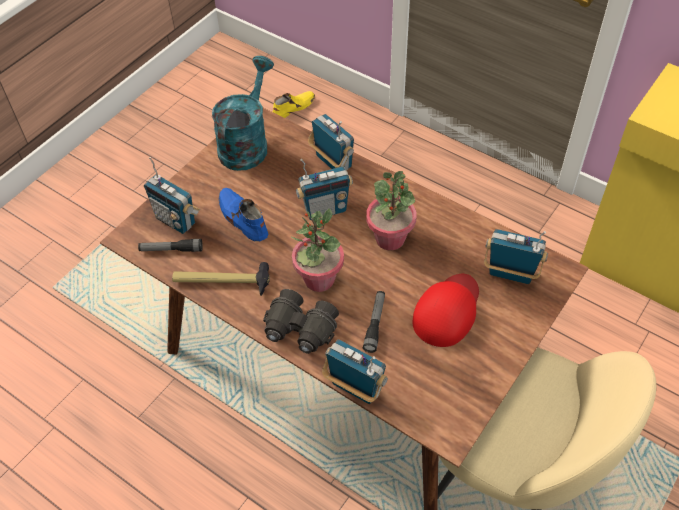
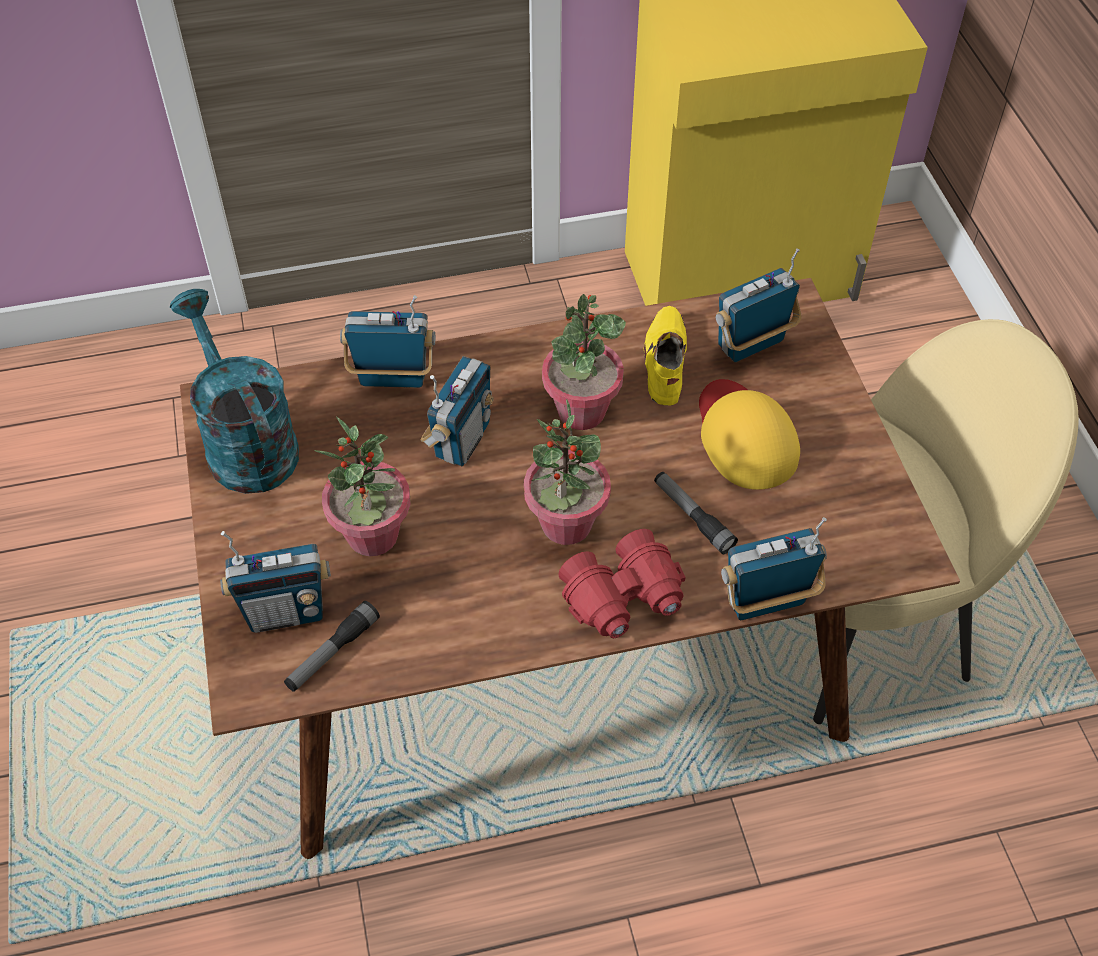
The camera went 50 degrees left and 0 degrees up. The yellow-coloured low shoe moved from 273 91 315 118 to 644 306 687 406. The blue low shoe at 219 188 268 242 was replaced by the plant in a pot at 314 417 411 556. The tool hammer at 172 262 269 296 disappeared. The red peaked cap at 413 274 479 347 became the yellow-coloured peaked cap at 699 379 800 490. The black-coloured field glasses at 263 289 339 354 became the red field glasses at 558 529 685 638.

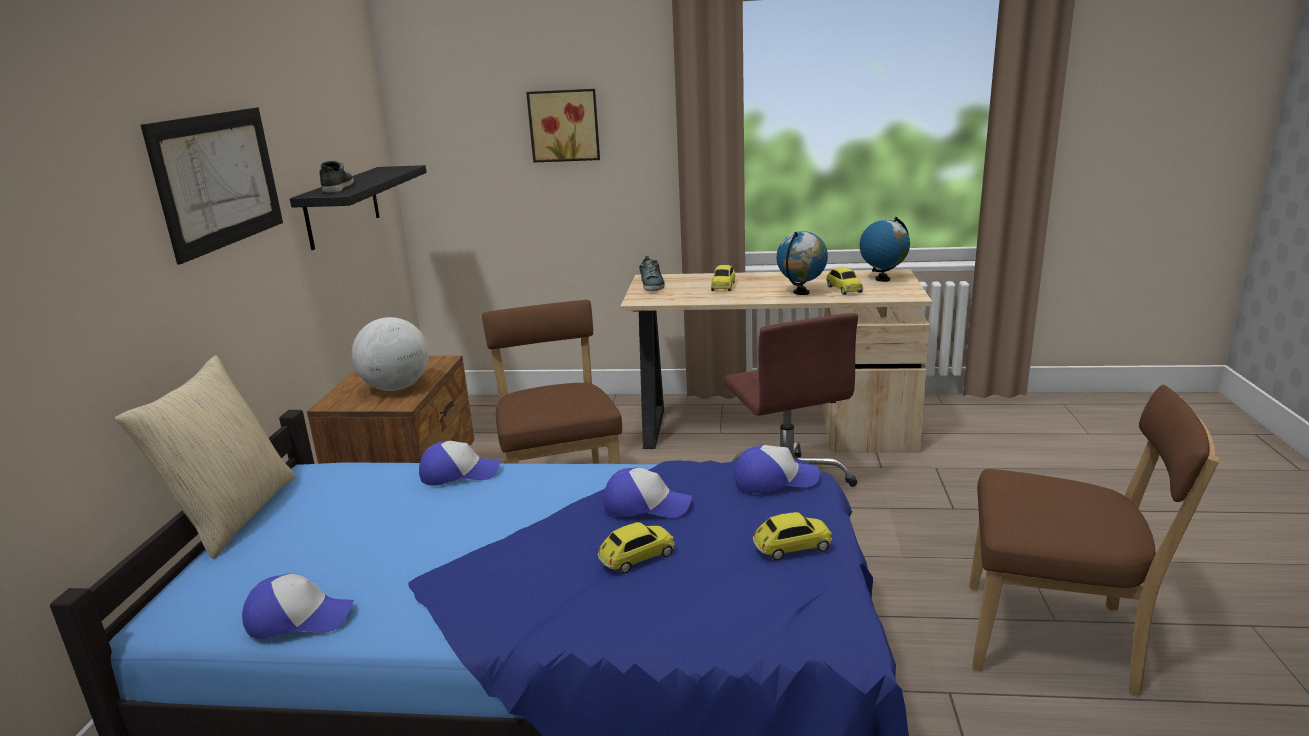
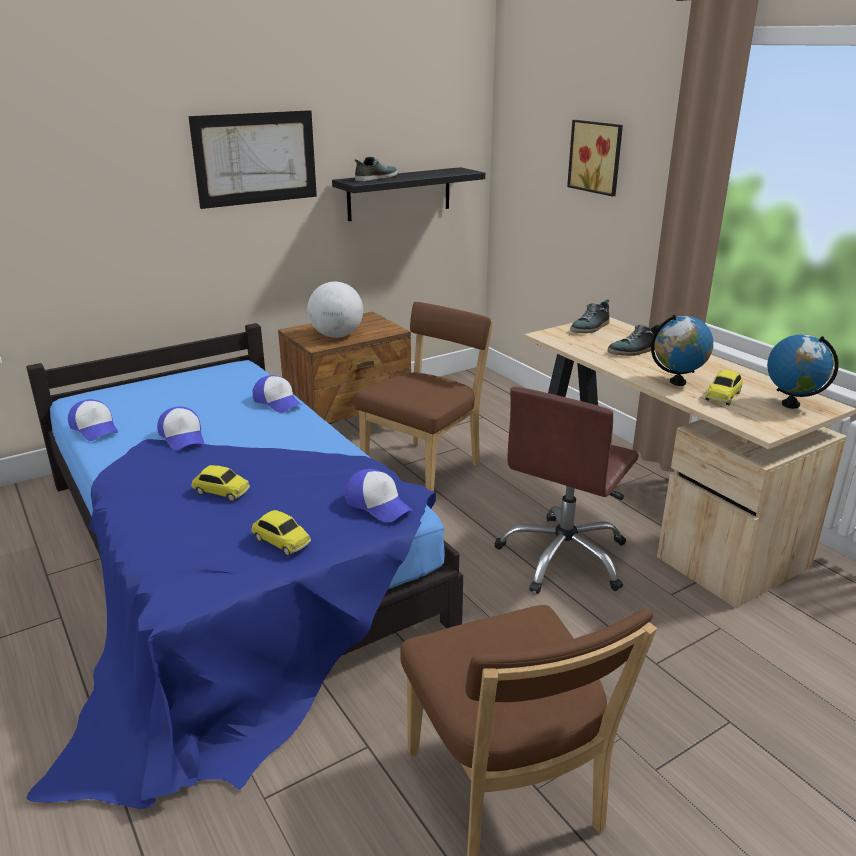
The camera went 50 degrees right and 5 degrees up. The toy car at 711 265 735 291 was replaced by the low shoe at 608 323 662 356. The beige-coloured throw pillow at 115 356 295 559 disappeared. The peaked cap moved from 603 467 692 518 to 157 406 204 451.

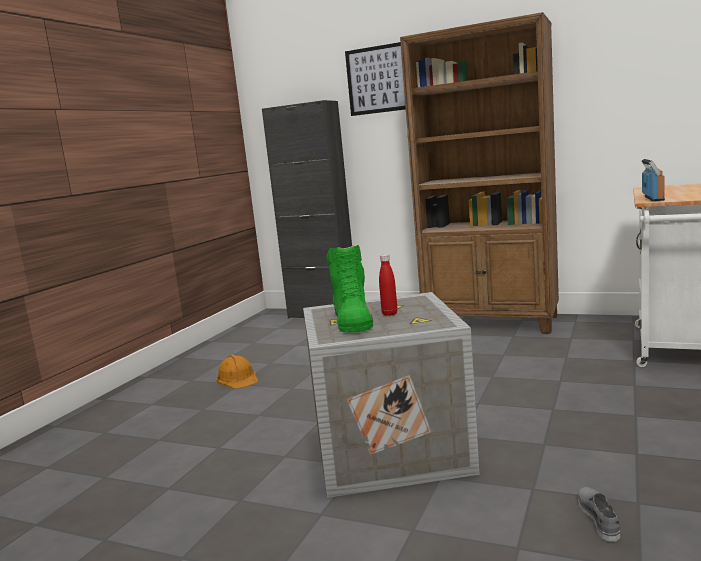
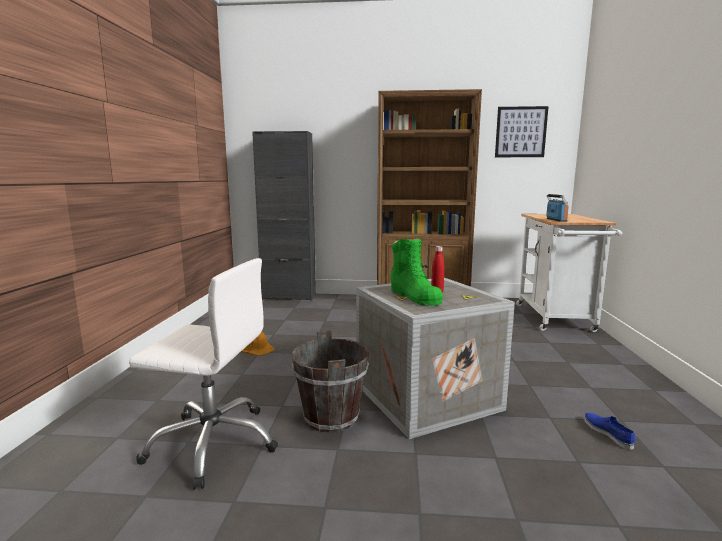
The camera went 20 degrees left and 0 degrees up. The wall art moved from 345 42 406 116 to 495 106 549 157. The gray low shoe at 578 487 620 542 became the blue low shoe at 584 413 636 450. The white desk chair at 129 258 278 489 appeared. The brown-coloured pail at 291 330 369 433 appeared.

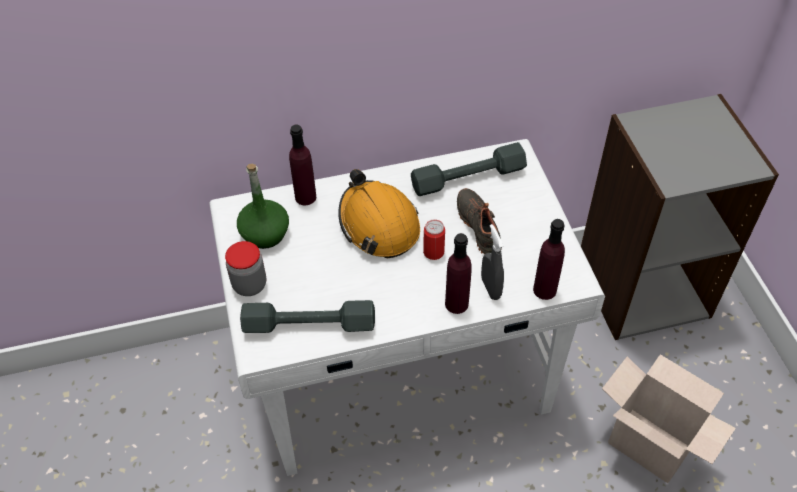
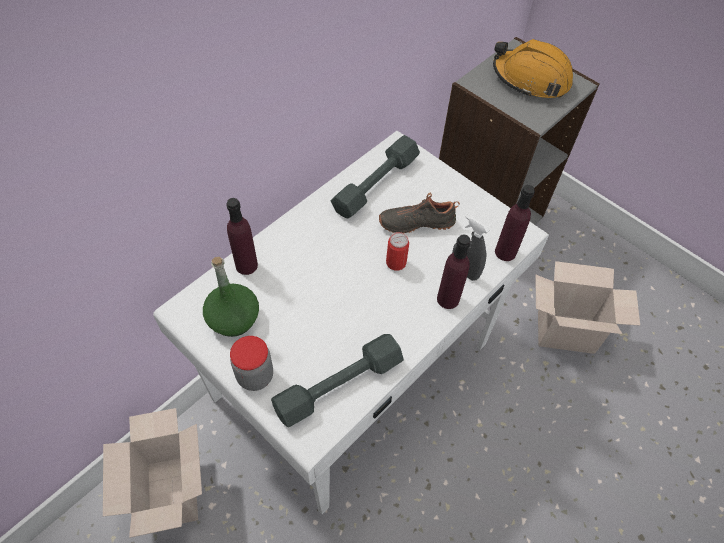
The camera went 35 degrees left and 5 degrees up. The orange work helmet moved from 338 169 420 258 to 493 39 573 98. The black-coloured low shoe at 457 188 502 255 turned 45 degrees counterclockwise. The cardboard box at 103 408 202 538 appeared.

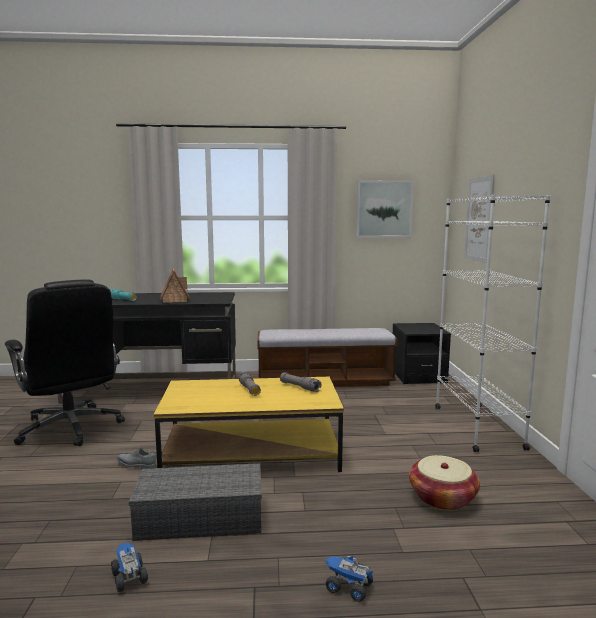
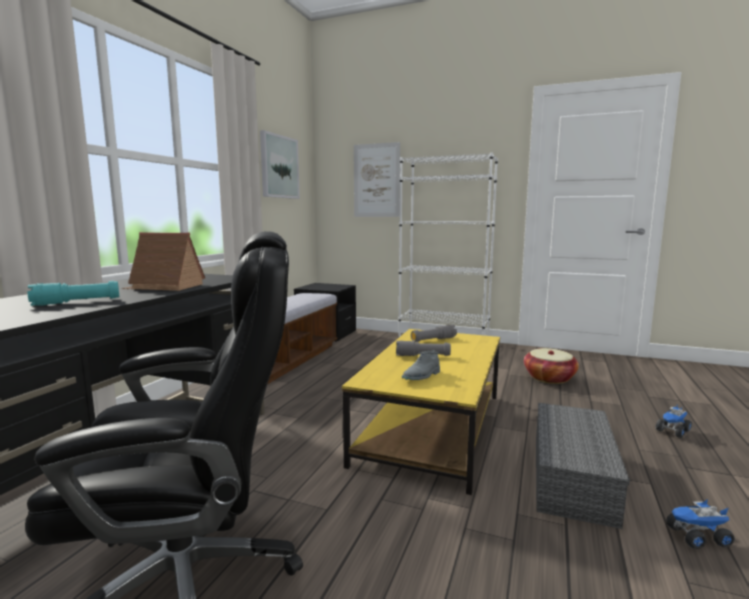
The camera went 65 degrees left and 0 degrees up. The gray low shoe moved from 117 447 156 469 to 402 350 440 380.

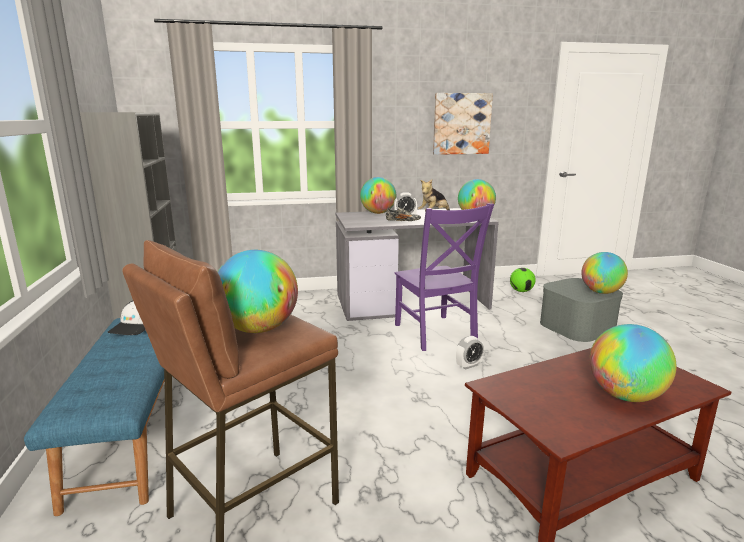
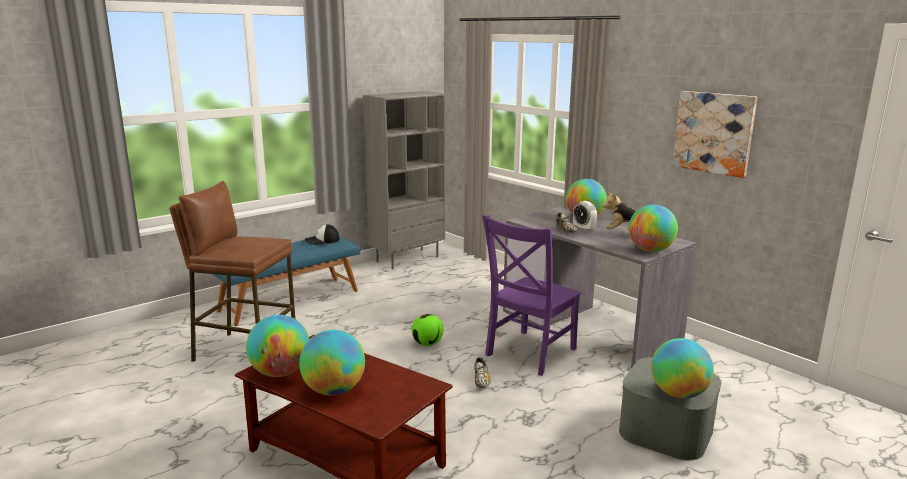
The camera went 60 degrees right and 0 degrees up. The desk globe moved from 217 250 298 333 to 246 315 309 377. The ball for football moved from 510 268 536 292 to 412 314 444 346. The alarm clock at 456 336 484 370 was replaced by the low shoe at 474 357 491 388.

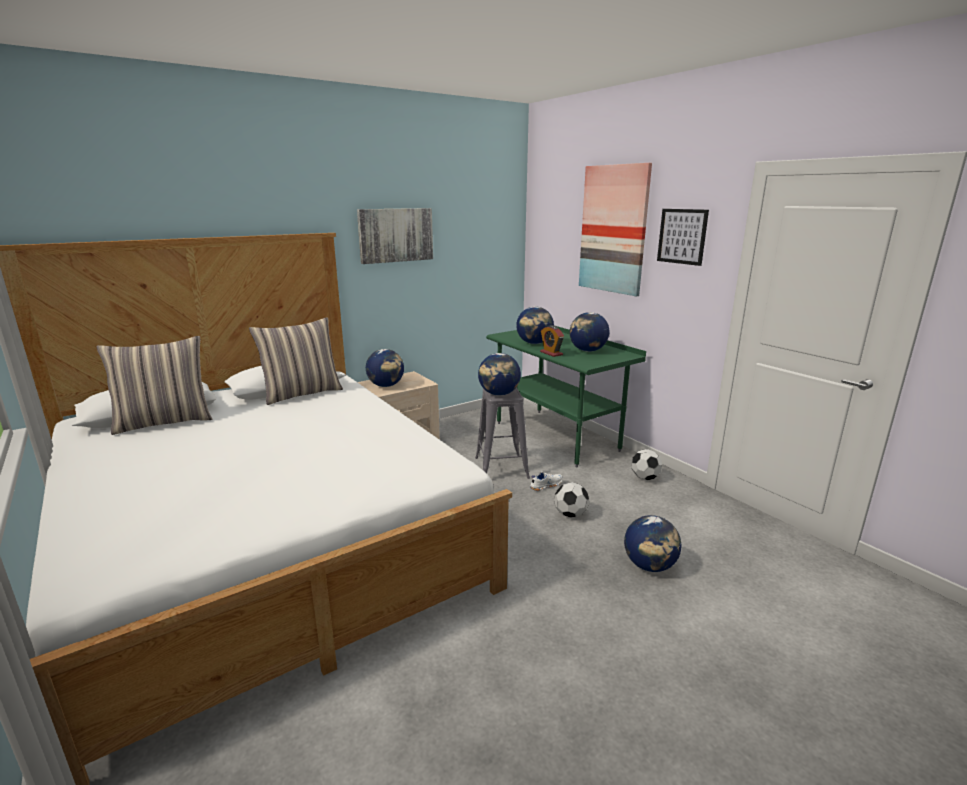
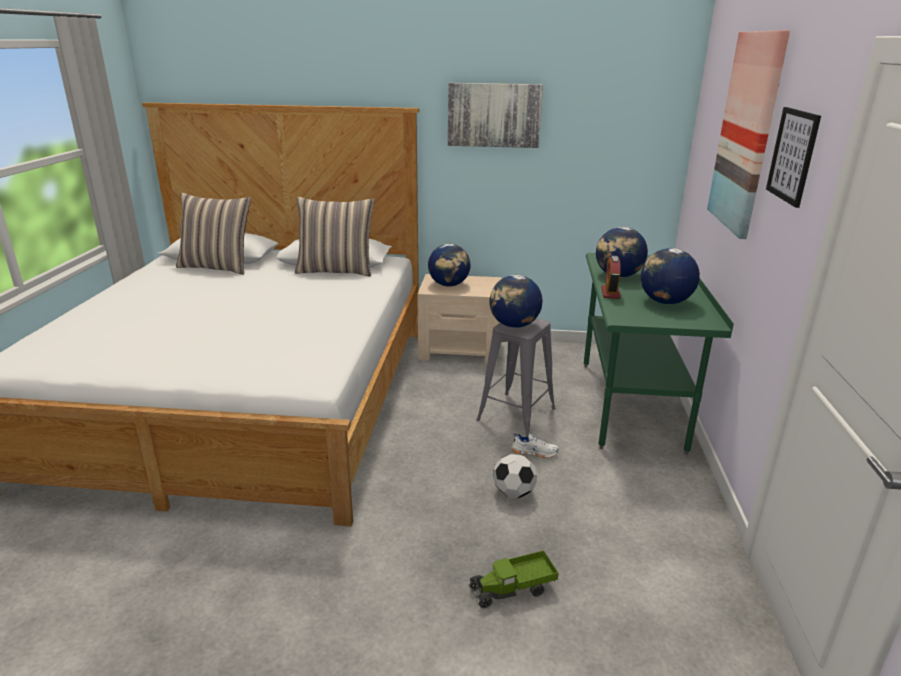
The camera went 40 degrees right and 5 degrees up. The ball for football at 631 449 662 480 disappeared. The desk globe at 624 515 682 572 was replaced by the model truck at 469 550 559 608.

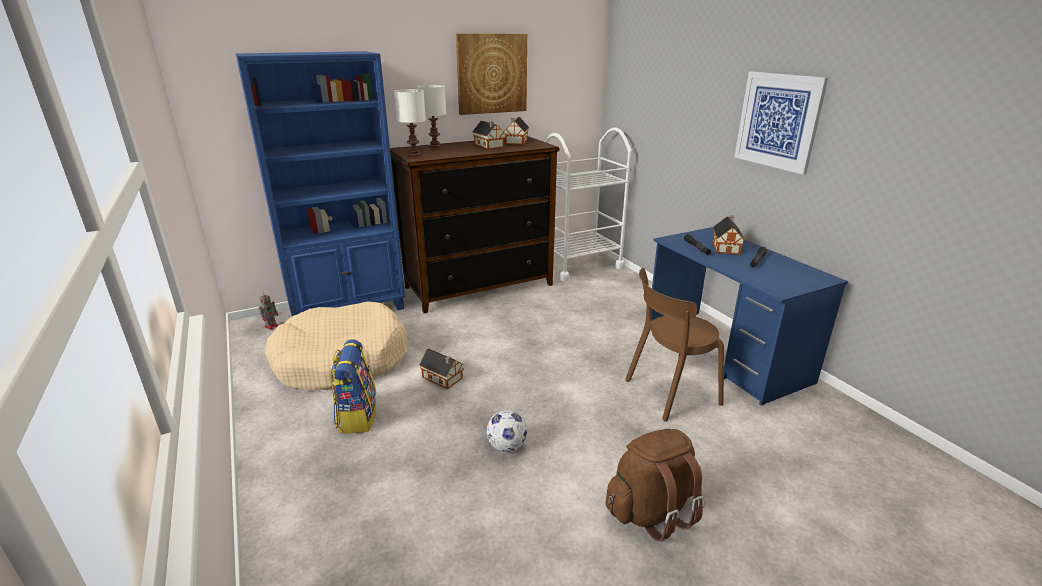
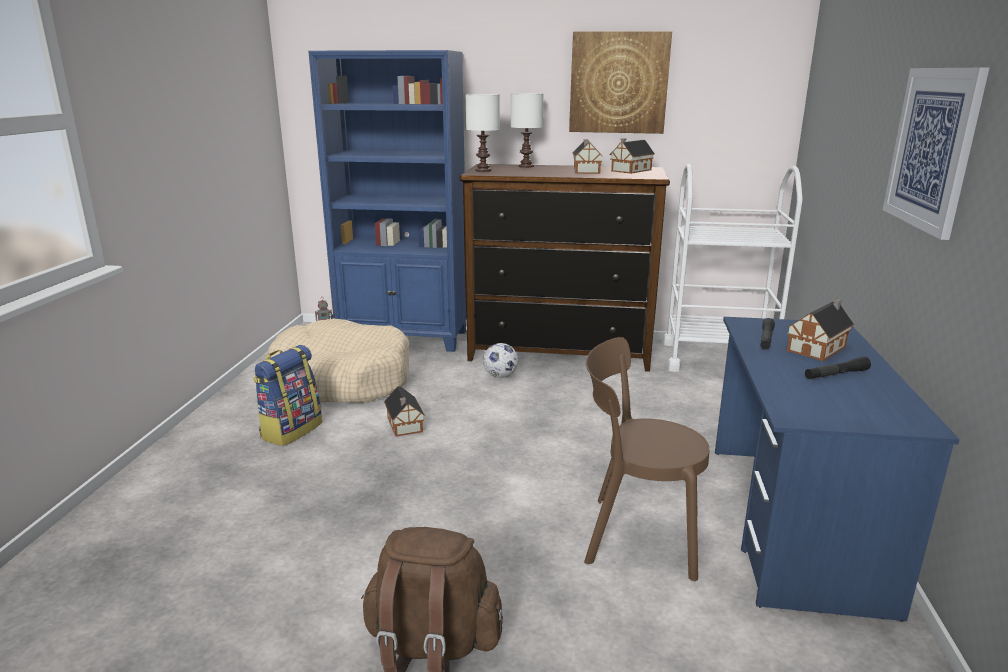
The camera went 35 degrees right and 5 degrees down. The ball for football moved from 486 410 527 452 to 483 343 518 378.

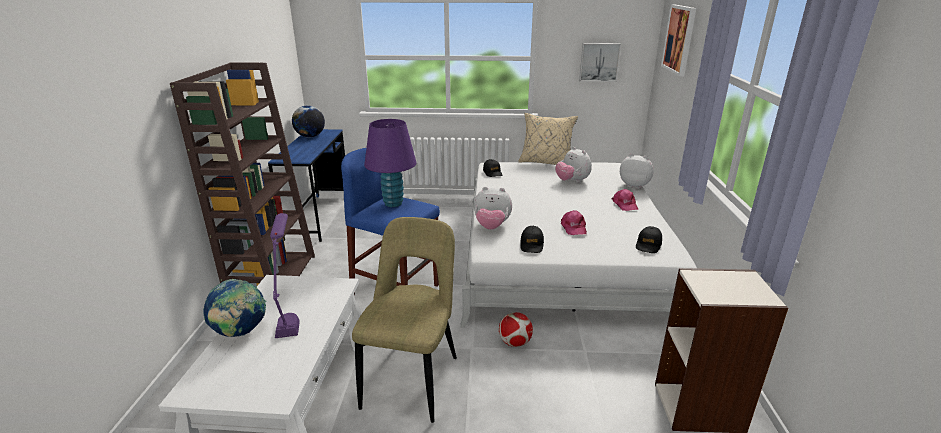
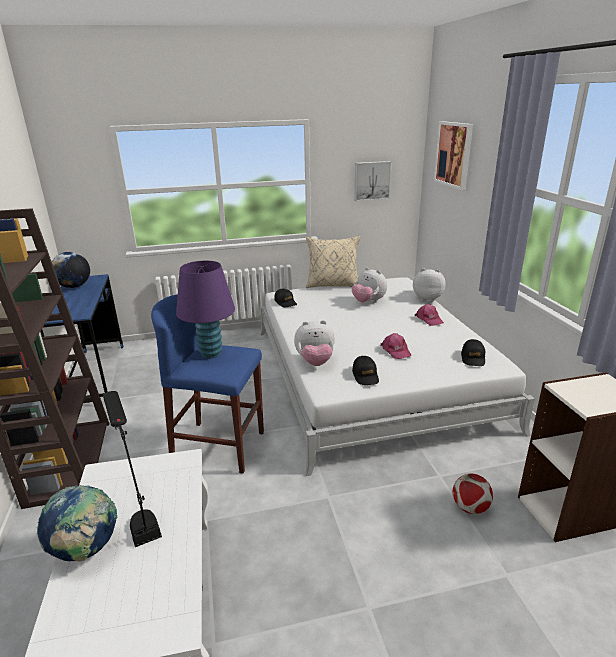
The camera went 15 degrees left and 0 degrees up. The purple-coloured lamp for a table at 270 213 300 338 became the black-coloured lamp for a table at 103 391 162 547. The beige-coloured upright chair at 352 217 457 423 disappeared. The ball for football moved from 499 312 533 347 to 453 473 493 514.

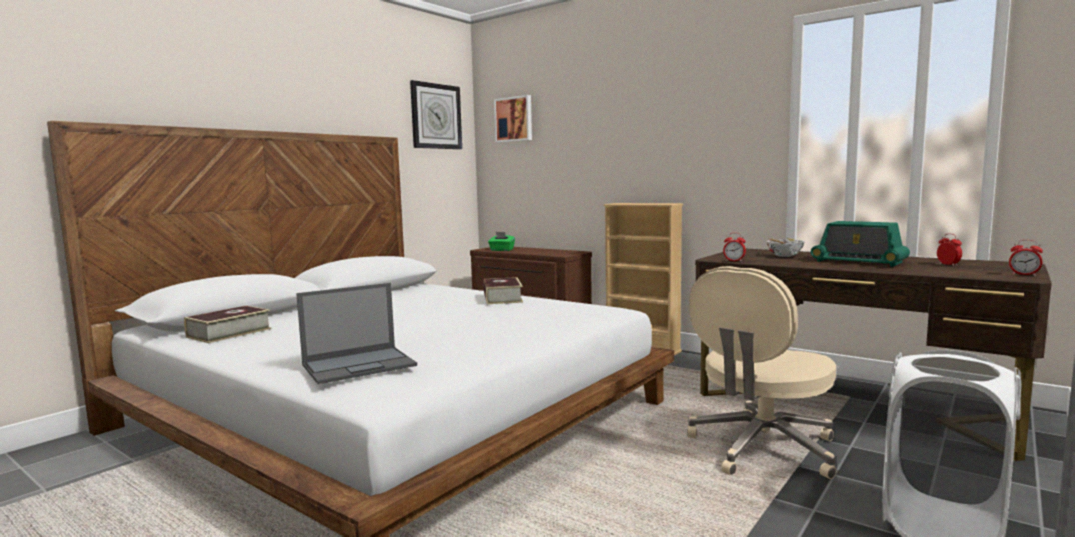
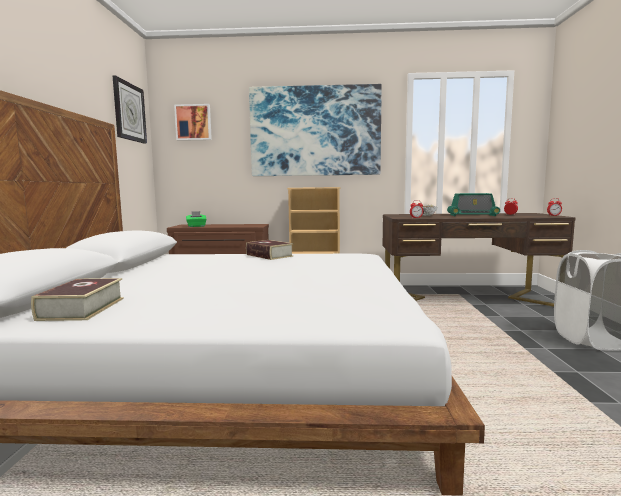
The camera went 35 degrees left and 0 degrees up. The beige-coloured desk chair at 687 266 836 479 disappeared. The portable computer at 296 283 417 384 disappeared. The wall art at 249 84 382 176 appeared.

